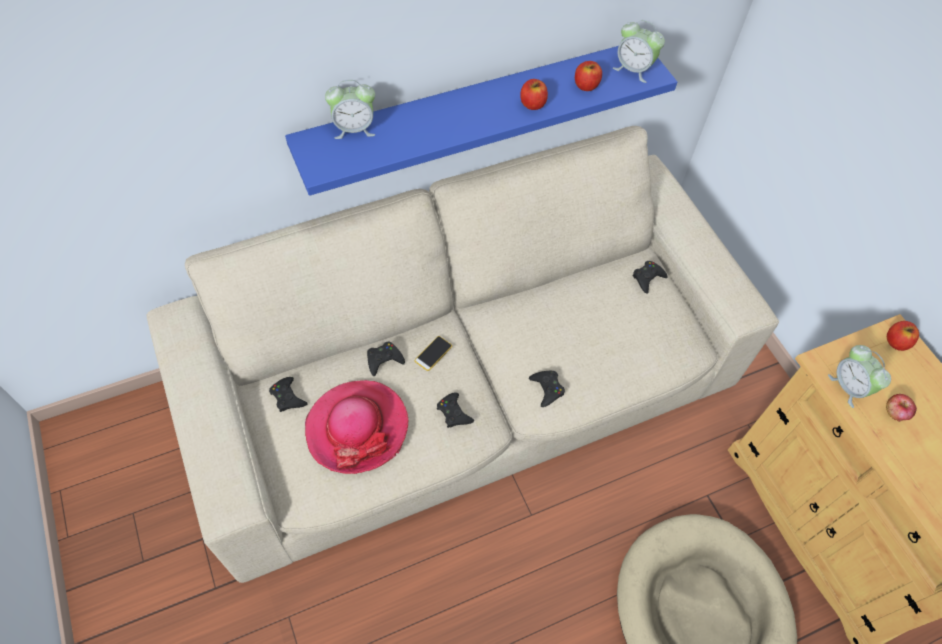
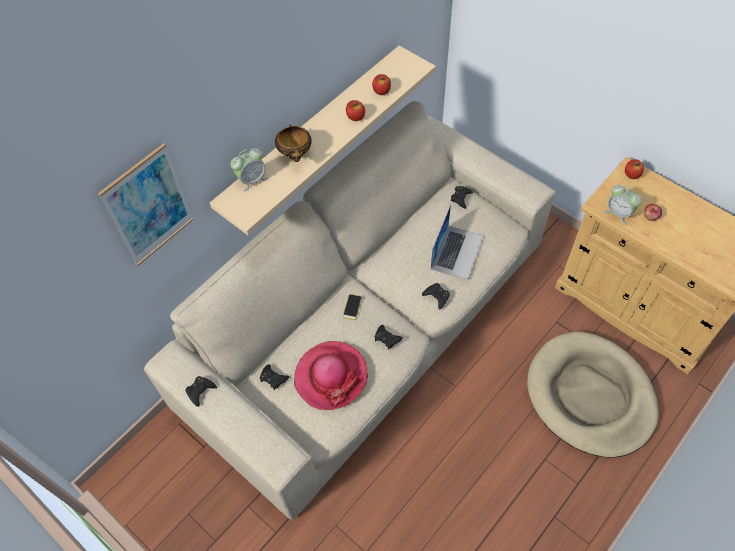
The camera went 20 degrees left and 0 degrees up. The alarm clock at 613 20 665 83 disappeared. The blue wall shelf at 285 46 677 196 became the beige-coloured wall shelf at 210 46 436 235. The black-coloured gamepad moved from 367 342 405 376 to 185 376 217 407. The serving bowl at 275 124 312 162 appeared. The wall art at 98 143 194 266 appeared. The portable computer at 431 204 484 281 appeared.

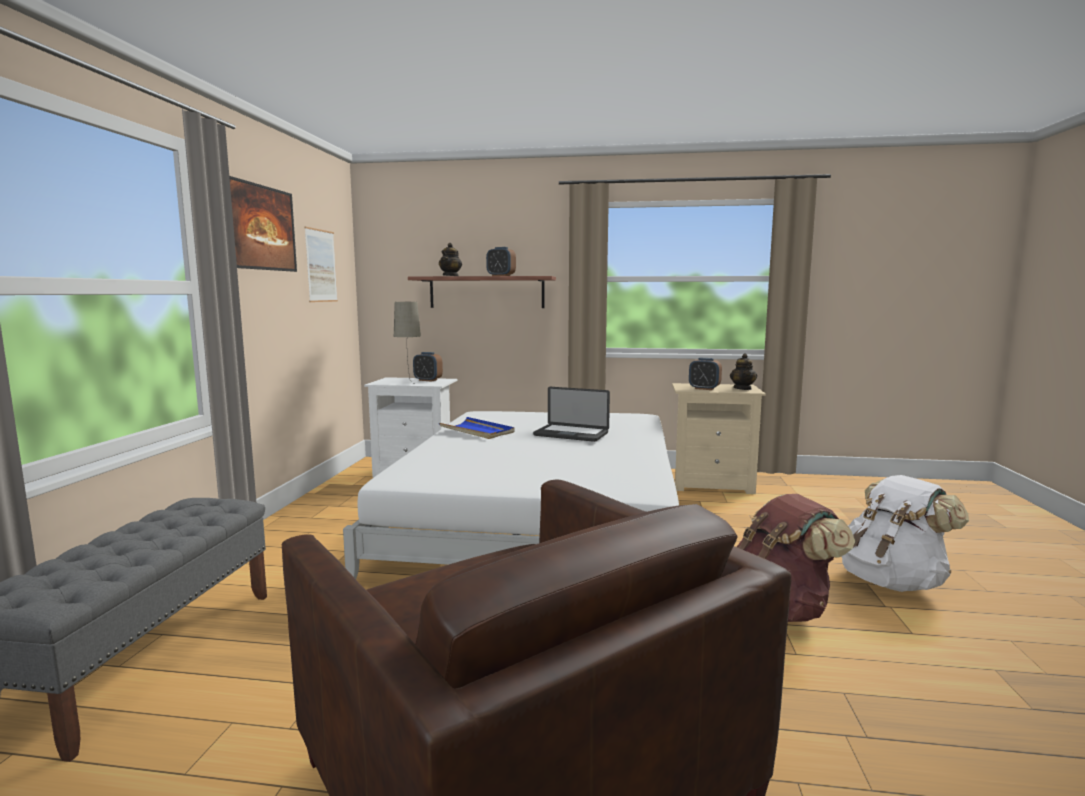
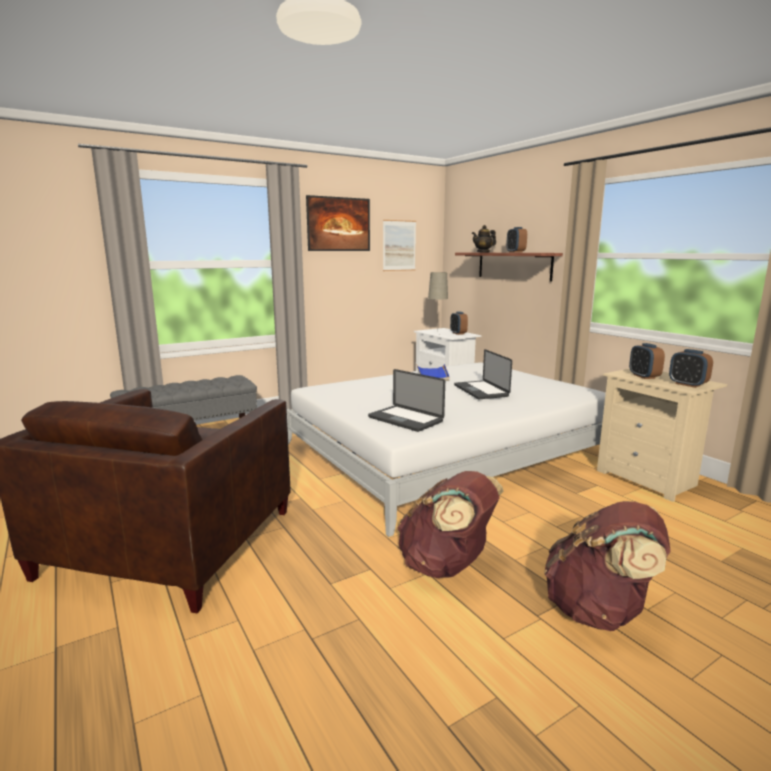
The camera went 50 degrees right and 5 degrees up. The teapot at 730 353 757 390 was replaced by the alarm clock at 669 349 713 388. The white rucksack at 841 475 969 592 became the brown-coloured rucksack at 544 501 671 631. The portable computer at 368 369 445 432 appeared.

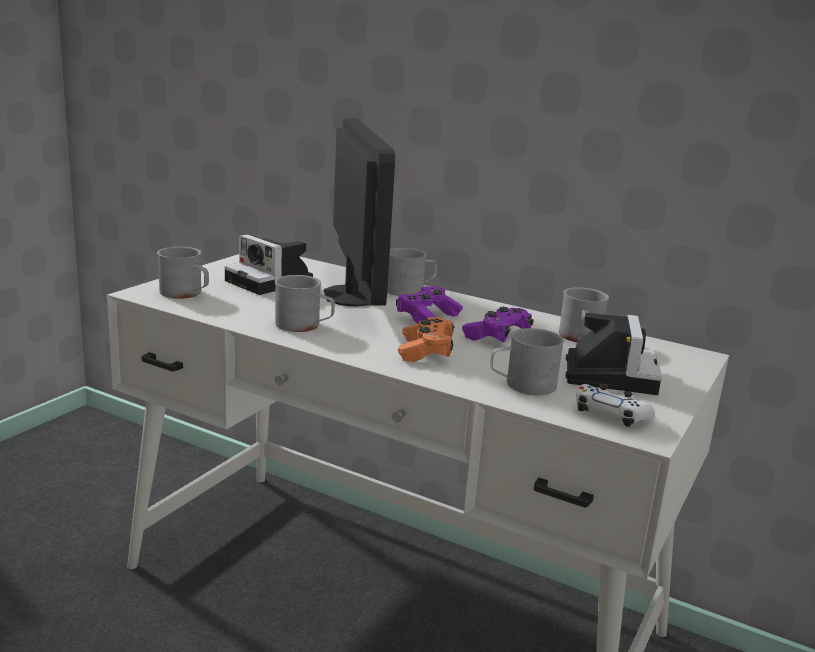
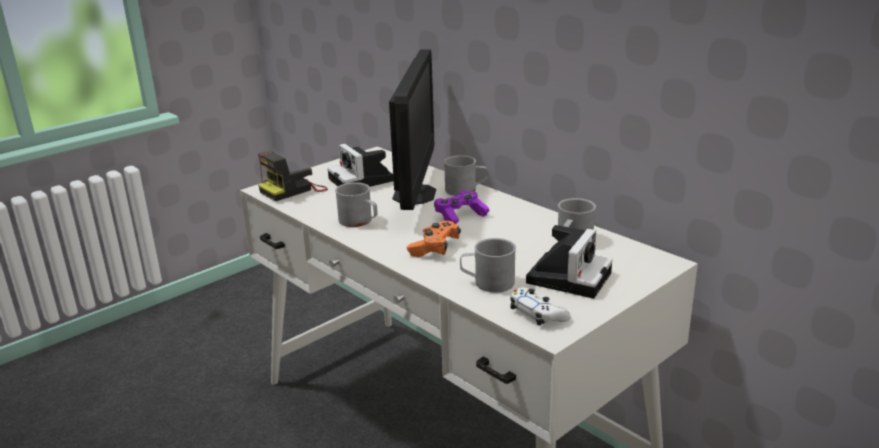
The camera went 20 degrees right and 5 degrees up. The gray tea mug at 157 247 209 299 was replaced by the still camera at 258 151 328 201. The purple-coloured gamepad at 462 307 534 342 disappeared.

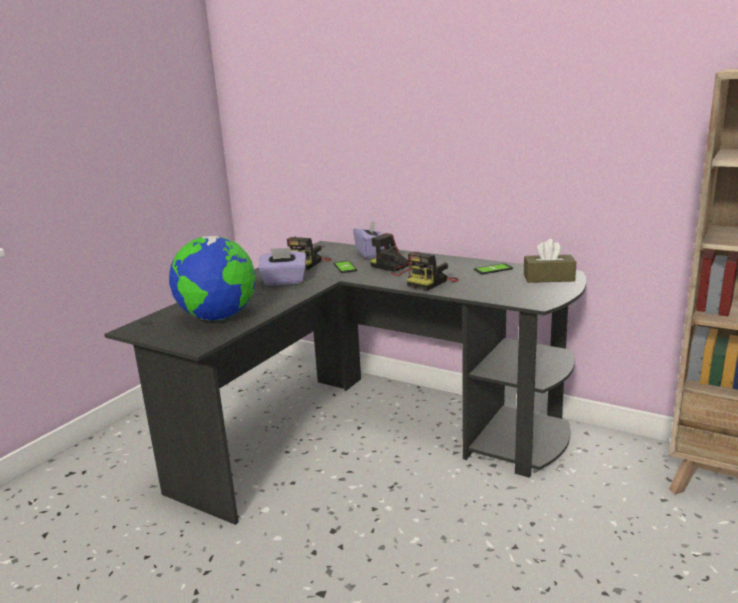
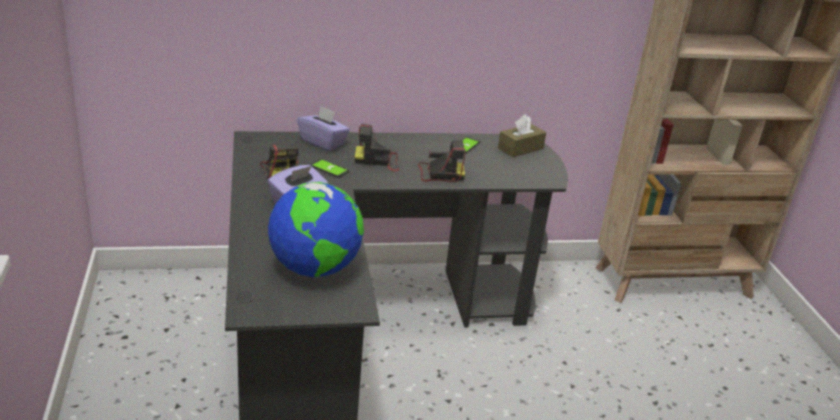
The camera went 45 degrees left and 10 degrees up. The still camera at 407 252 459 291 turned 90 degrees counterclockwise.

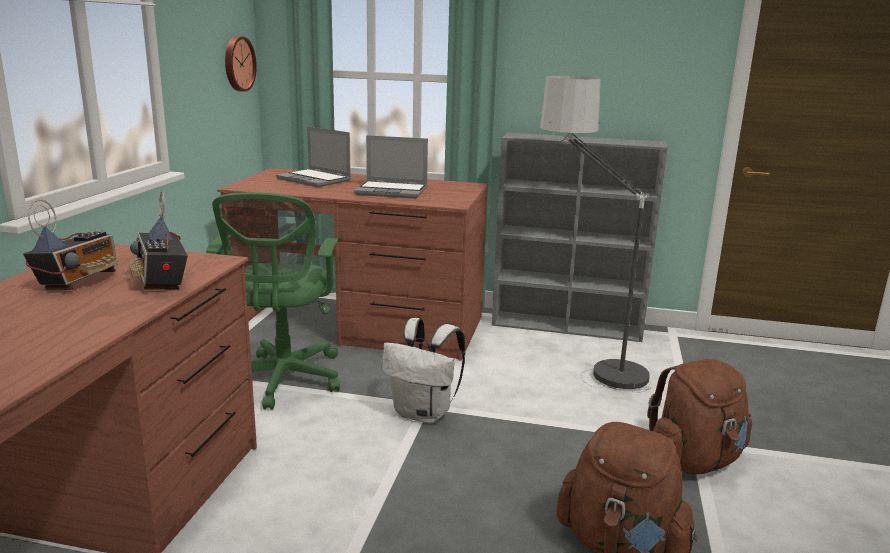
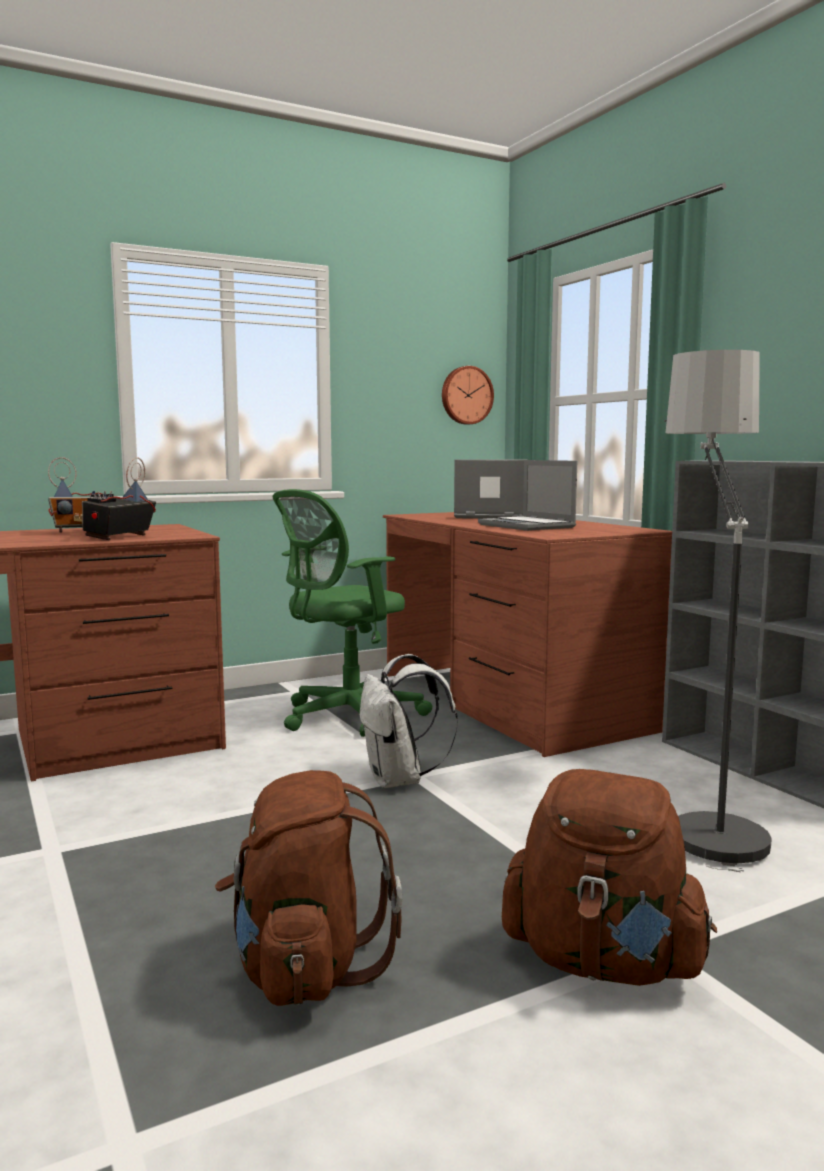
The camera went 50 degrees right and 10 degrees down. The portable computer at 276 126 351 187 turned 105 degrees clockwise.

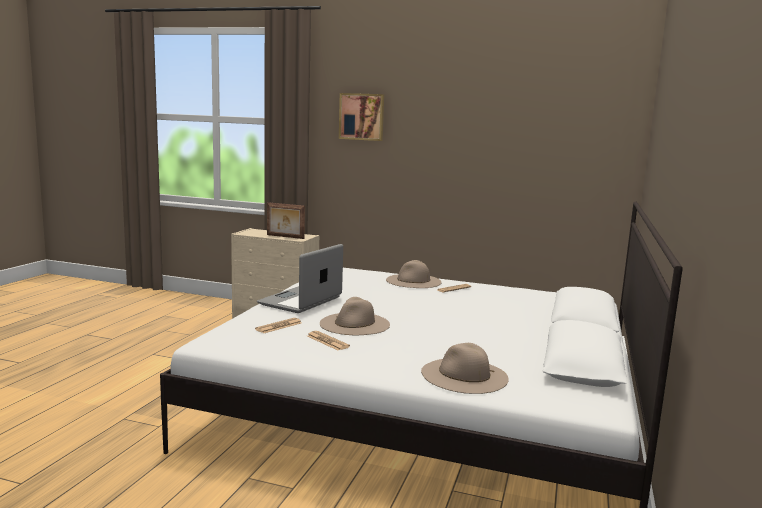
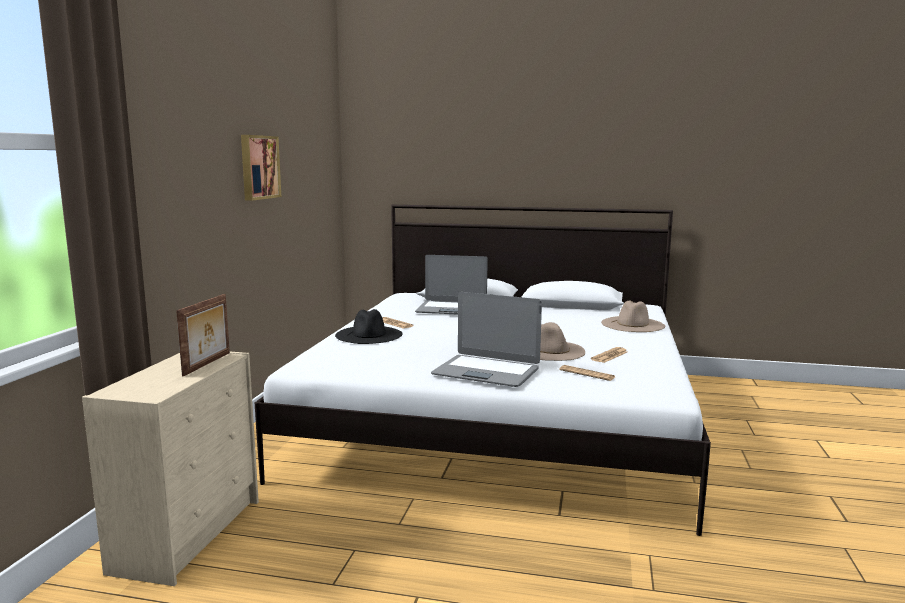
The camera went 95 degrees left and 0 degrees up. The wall art moved from 339 93 384 141 to 241 135 281 201. The beige-coloured clothing hat at 386 260 442 288 became the black-coloured clothing hat at 335 309 403 344. The portable computer at 415 255 488 315 appeared.

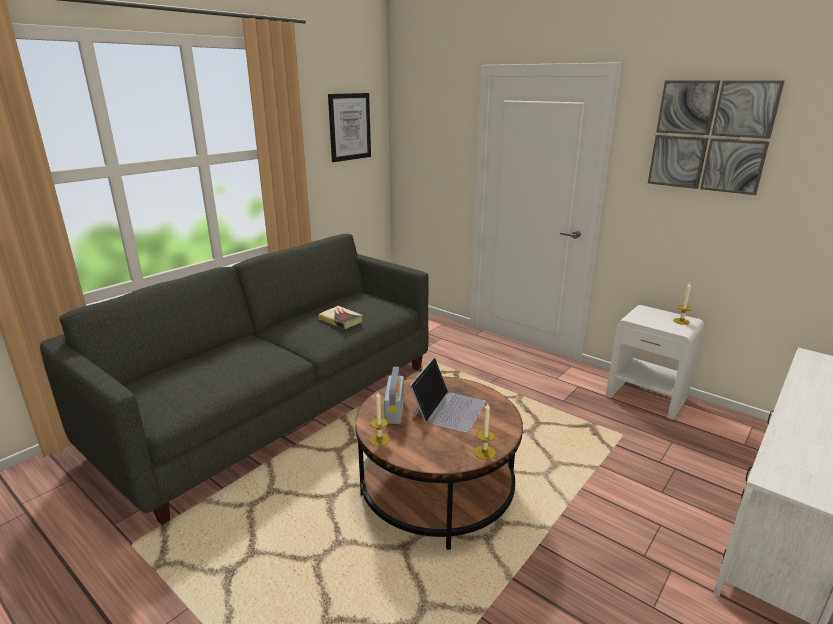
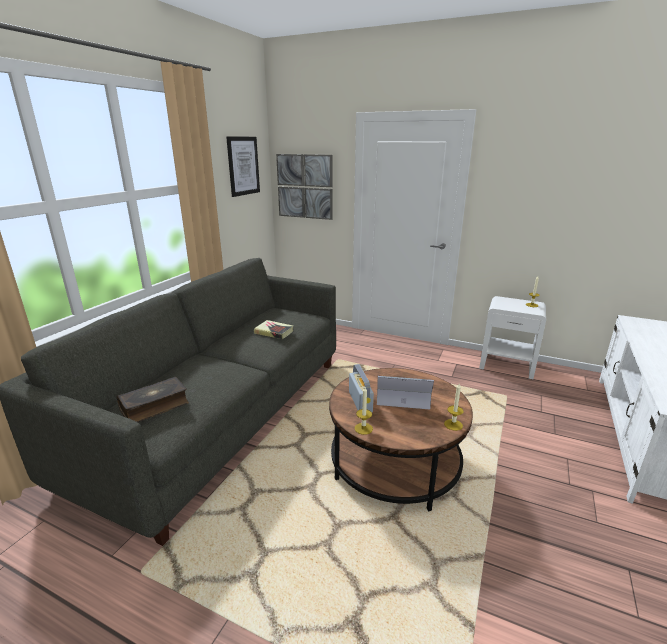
The camera went 15 degrees left and 0 degrees up. The wall art moved from 648 80 784 195 to 276 154 333 220. The portable computer at 410 357 486 433 turned 90 degrees counterclockwise. The book at 117 377 189 422 appeared.

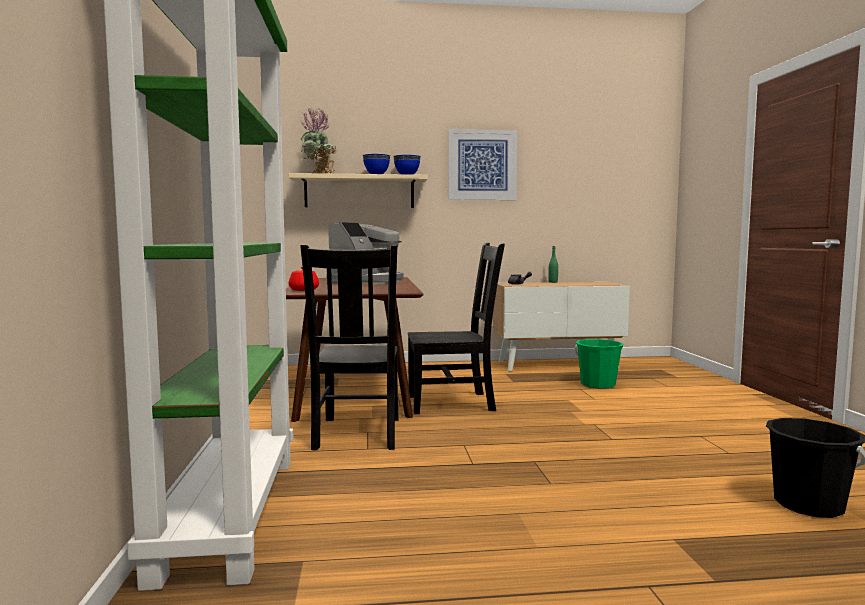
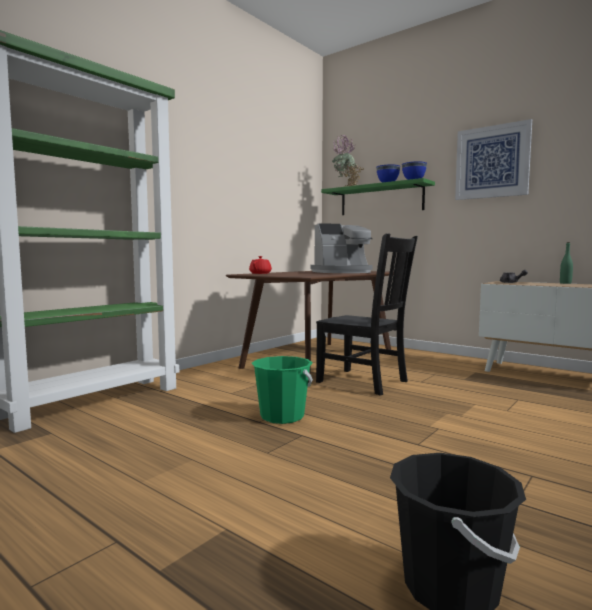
The camera went 45 degrees right and 0 degrees up. The beige-coloured wall shelf at 289 173 428 208 became the green-coloured wall shelf at 321 178 435 215. The black-coloured upright chair at 300 245 399 451 disappeared. The green-coloured pail moved from 574 339 624 389 to 252 356 313 424.

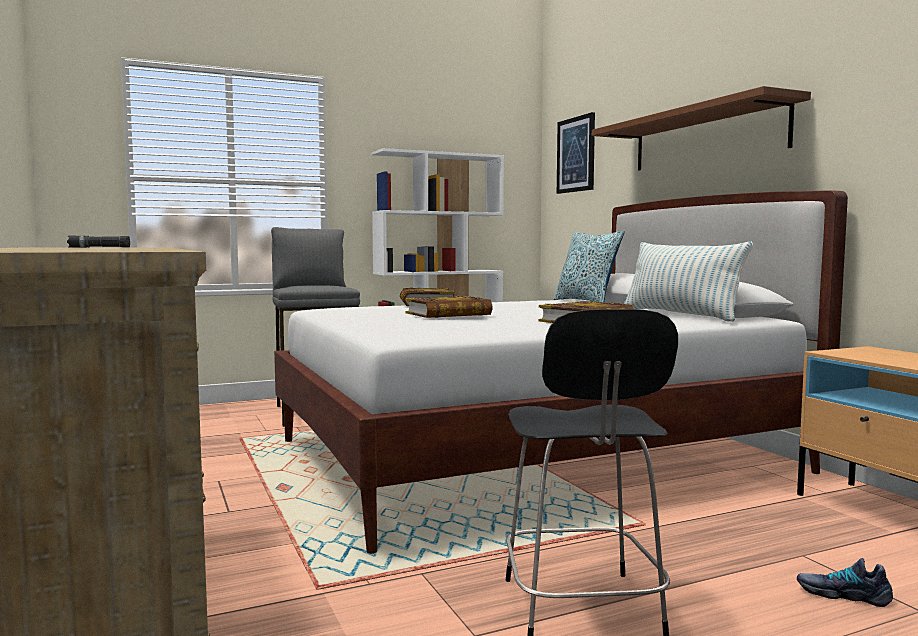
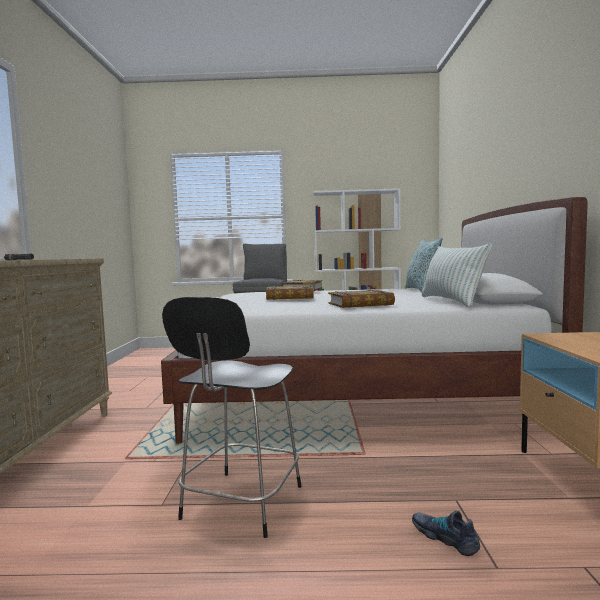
The camera went 25 degrees right and 0 degrees up. The brown-coloured wall shelf at 592 86 811 171 disappeared. The wall art at 557 112 595 194 disappeared.

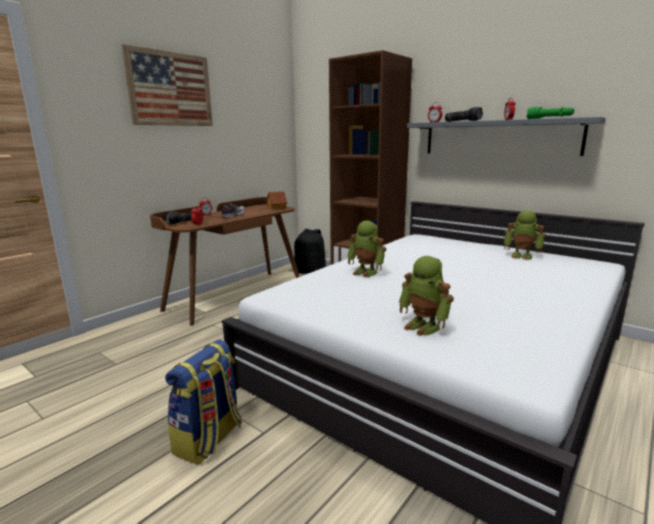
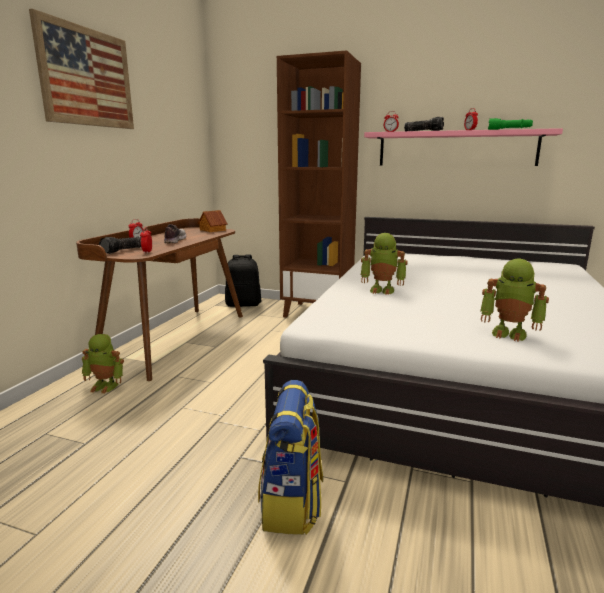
The camera went 20 degrees left and 0 degrees up. The gray wall shelf at 407 117 606 156 became the pink-coloured wall shelf at 364 128 563 166. The toy robot moved from 504 210 546 260 to 82 334 124 394.

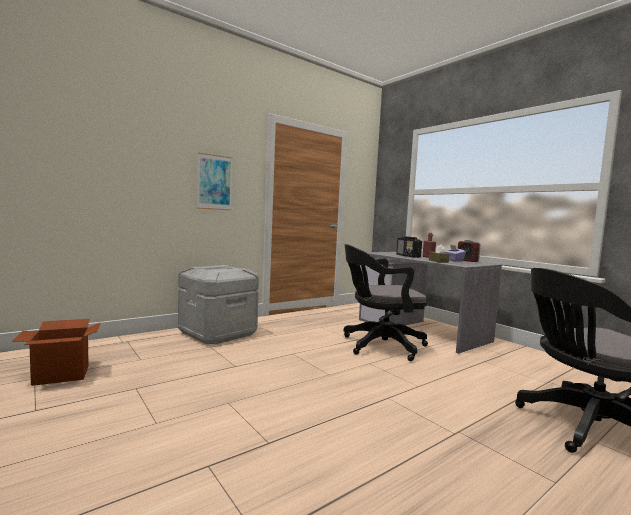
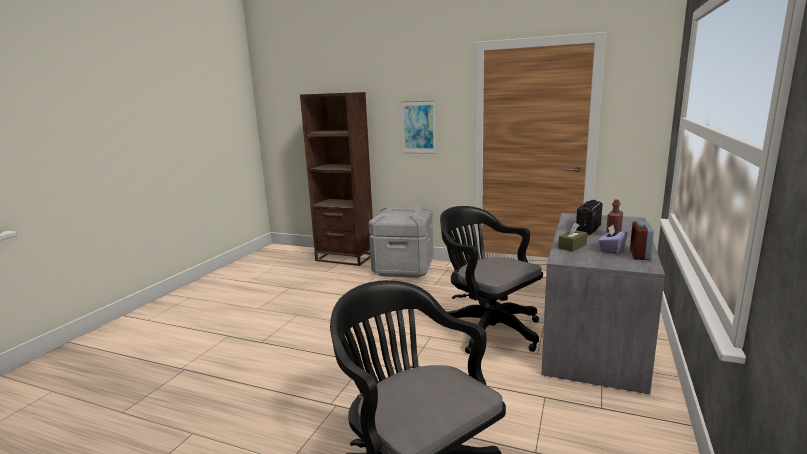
The camera went 60 degrees right and 10 degrees up. The cardboard box at 13 319 101 386 disappeared. The brown-coloured bookcase at 300 92 373 266 appeared.

